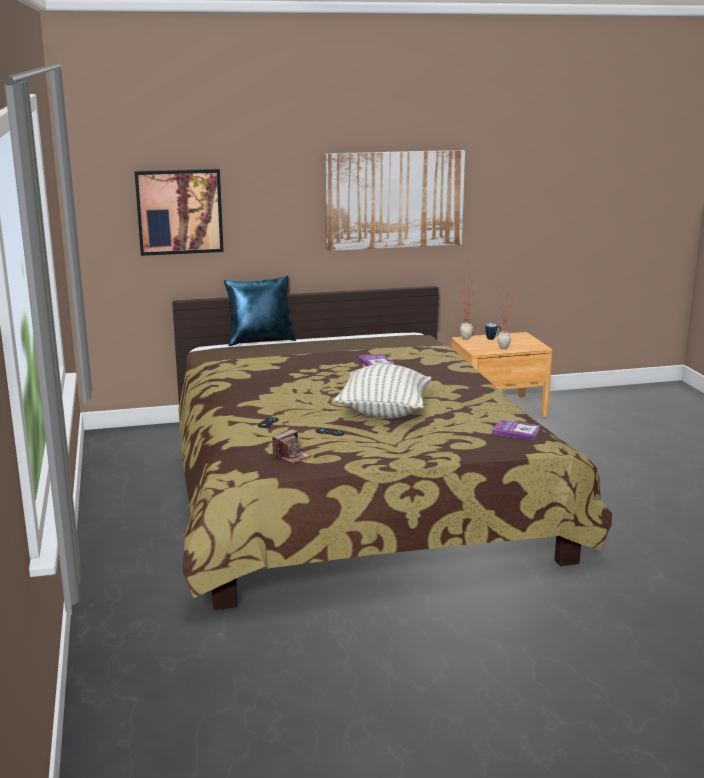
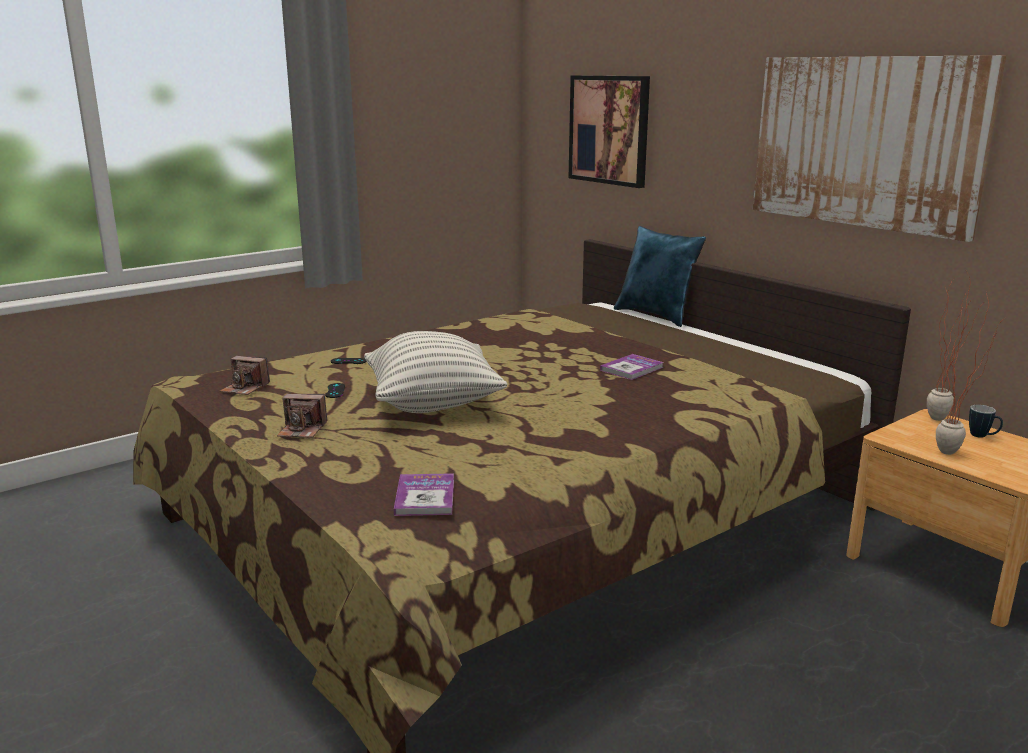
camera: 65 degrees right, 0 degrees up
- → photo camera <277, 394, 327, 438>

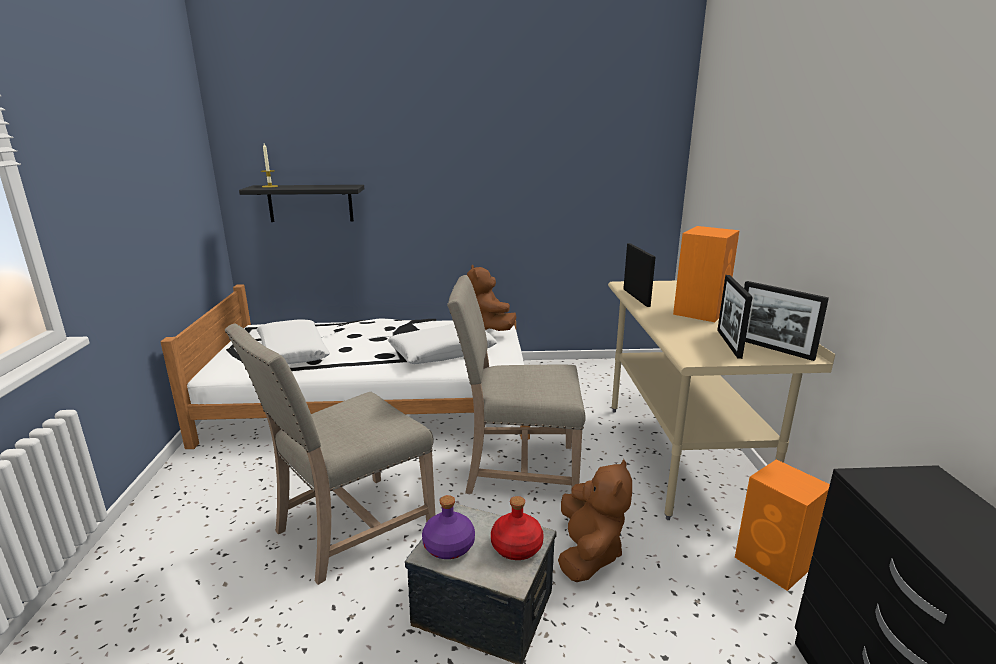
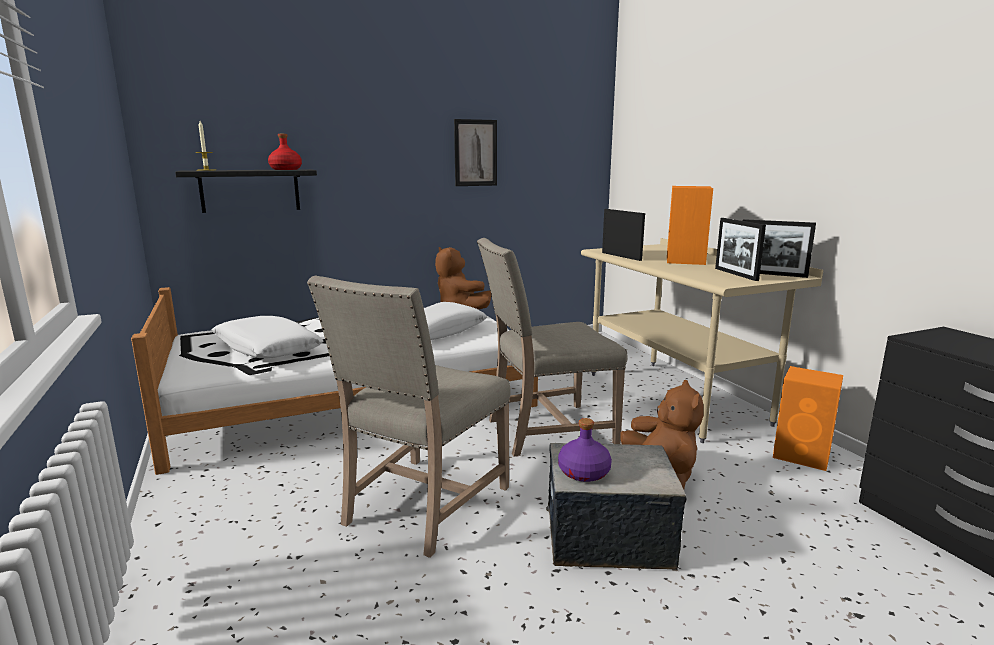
camera: 20 degrees left, 5 degrees down
- → picture <454, 119, 497, 186>
drink bottle (red-coloured) <491, 496, 544, 560> → drink bottle (red-coloured) <268, 134, 302, 170>, moved

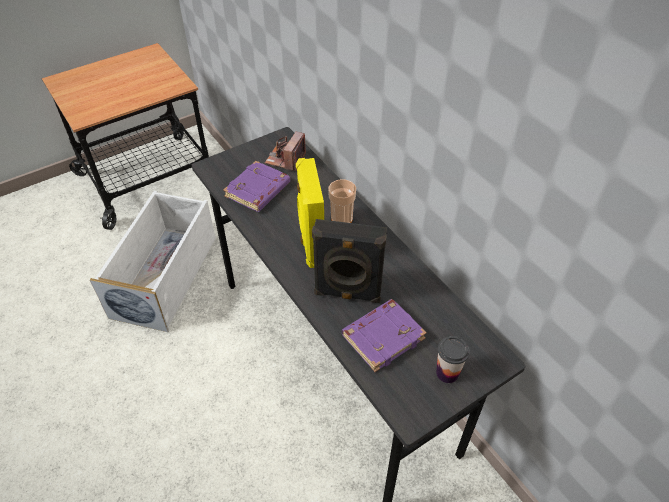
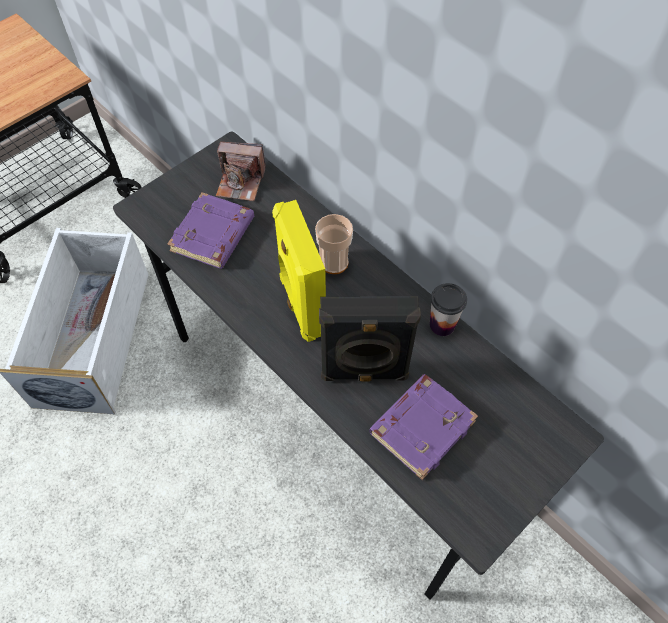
camera: 10 degrees left, 10 degrees up
drinking cup <436, 336, 470, 383> → drinking cup <430, 283, 467, 336>, moved
photo camera <265, 132, 306, 171> → photo camera <216, 142, 266, 201>, 90 degrees counterclockwise

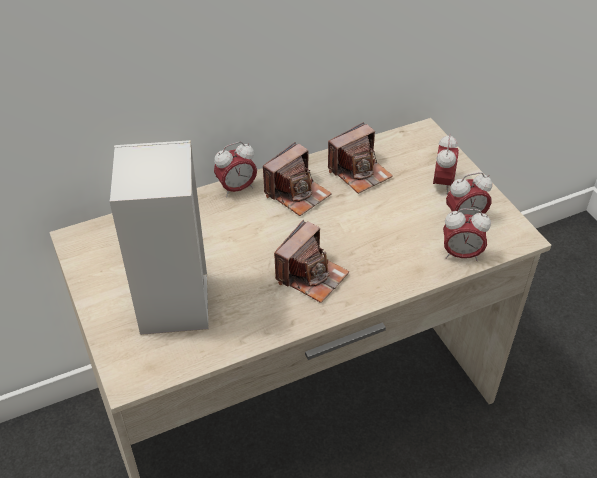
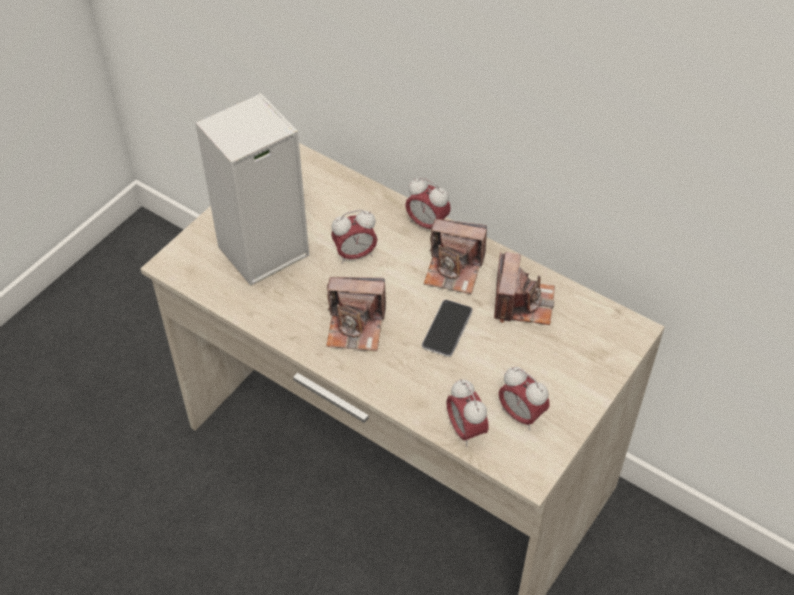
camera: 60 degrees right, 5 degrees up
- → handset <422, 300, 473, 357>
table clock <433, 134, 459, 194> → table clock <331, 210, 378, 264>, moved
photo camera <328, 122, 393, 194> → photo camera <494, 252, 555, 325>, 105 degrees counterclockwise

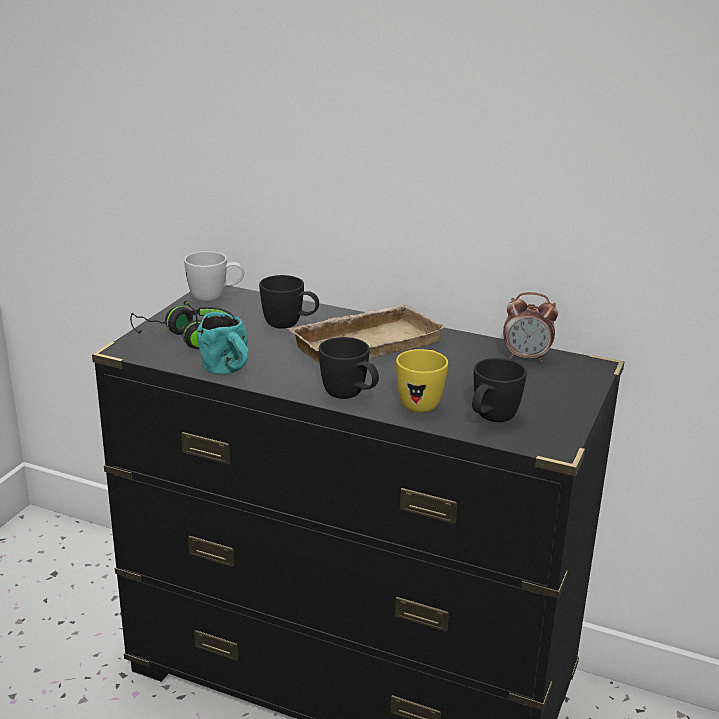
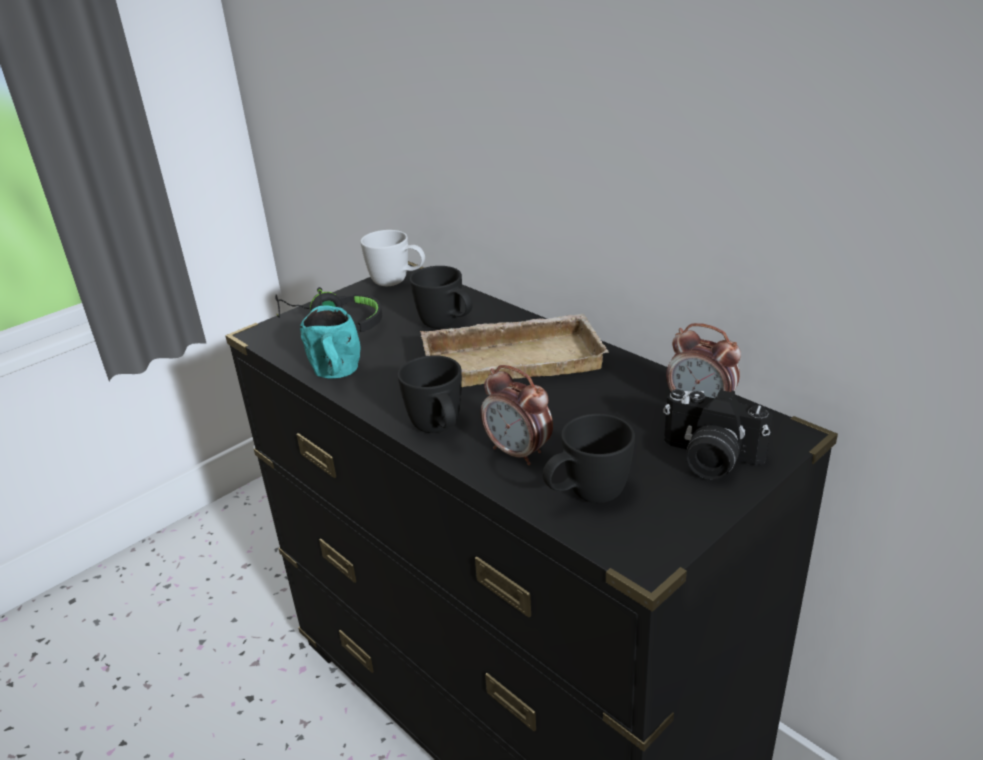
camera: 25 degrees right, 5 degrees up
- → photo camera <663, 388, 773, 480>
tea mug (yellowish) <396, 349, 448, 412> → table clock <481, 365, 553, 465>

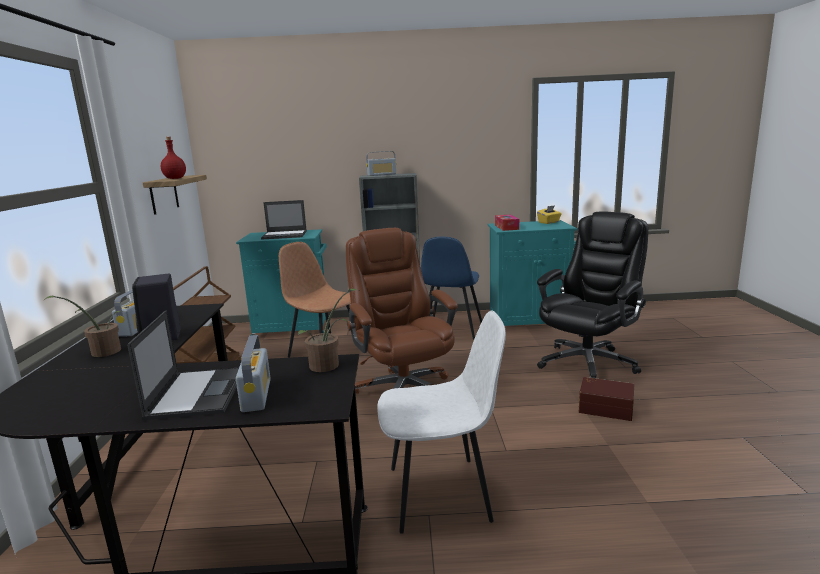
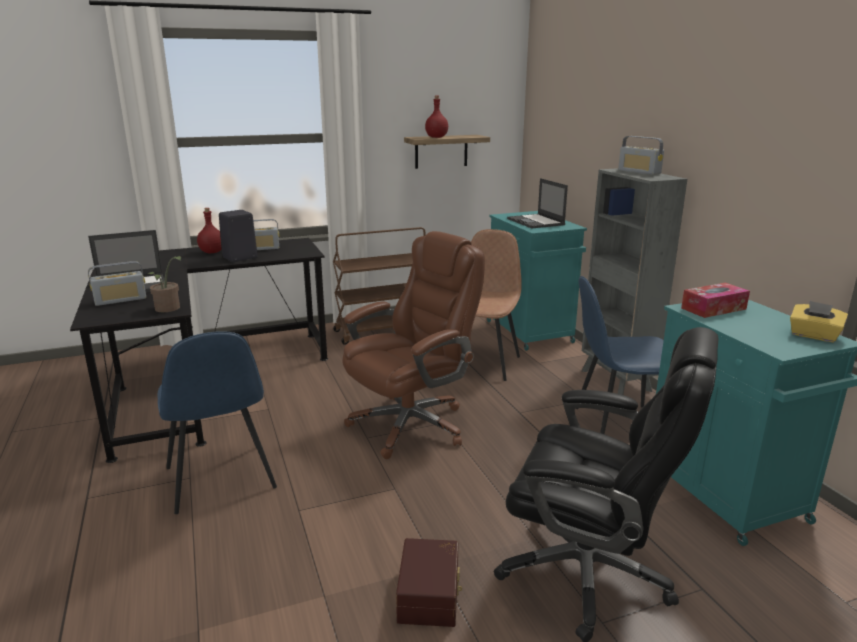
camera: 70 degrees right, 5 degrees up
plant in a pot <44, 296, 121, 357> → drink bottle (red-coloured) <197, 208, 222, 253>
upright chair (white) <377, 310, 506, 534> → upright chair (bluish) <157, 331, 277, 514>

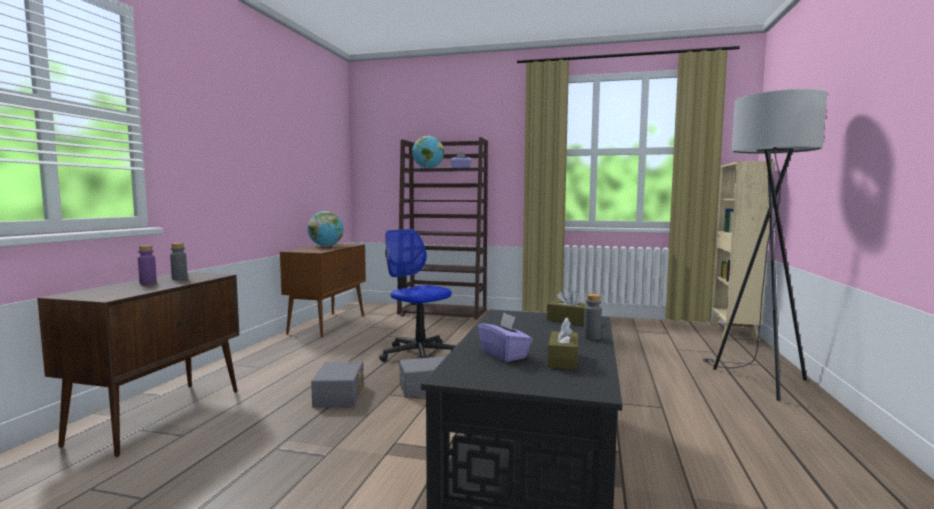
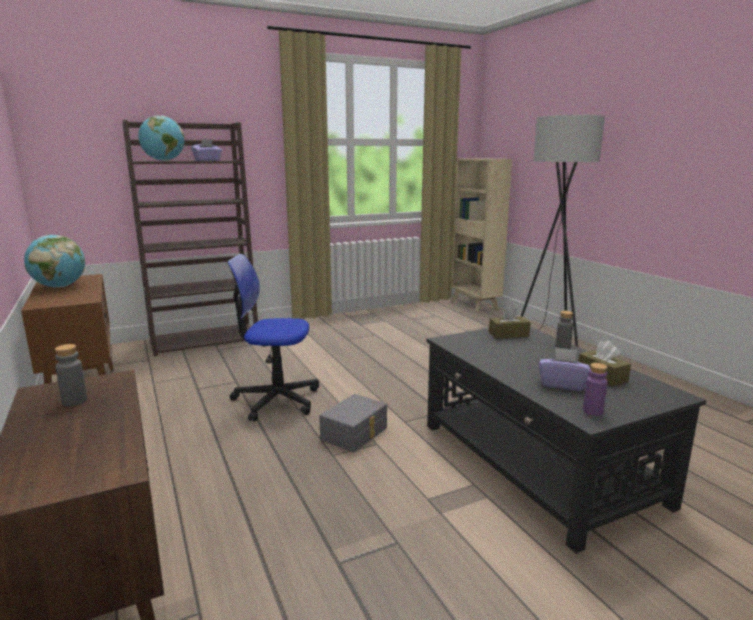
camera: 40 degrees left, 10 degrees up
storage bin (grey) <311, 361, 364, 407> → -
drink bottle (purple) <138, 245, 157, 284> → drink bottle (purple) <583, 363, 608, 416>, moved

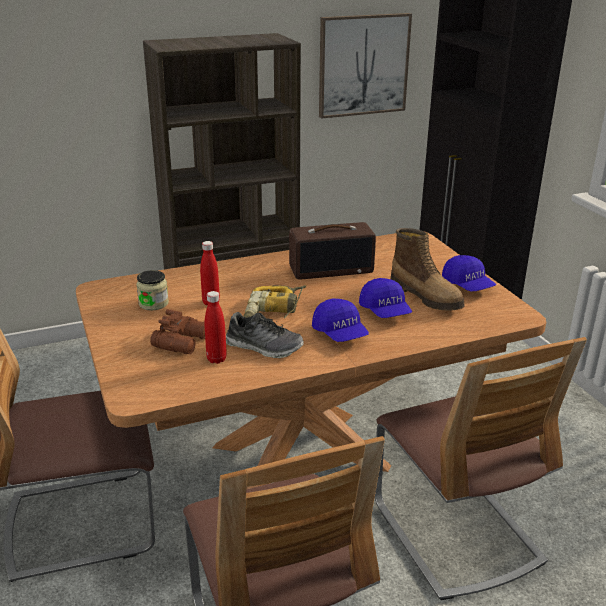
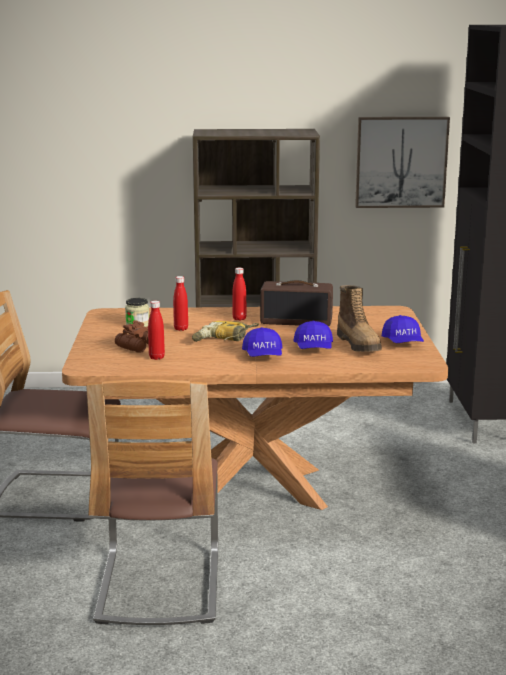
camera: 20 degrees right, 10 degrees down
item of footwear <226, 312, 304, 358> → -
upright chair <375, 337, 587, 600> → -
- → drink bottle (red-coloured) <232, 268, 246, 321>

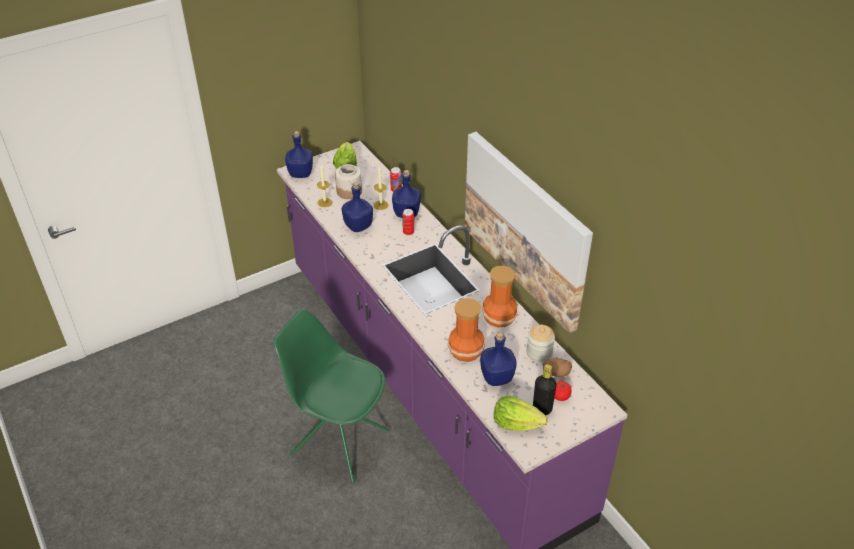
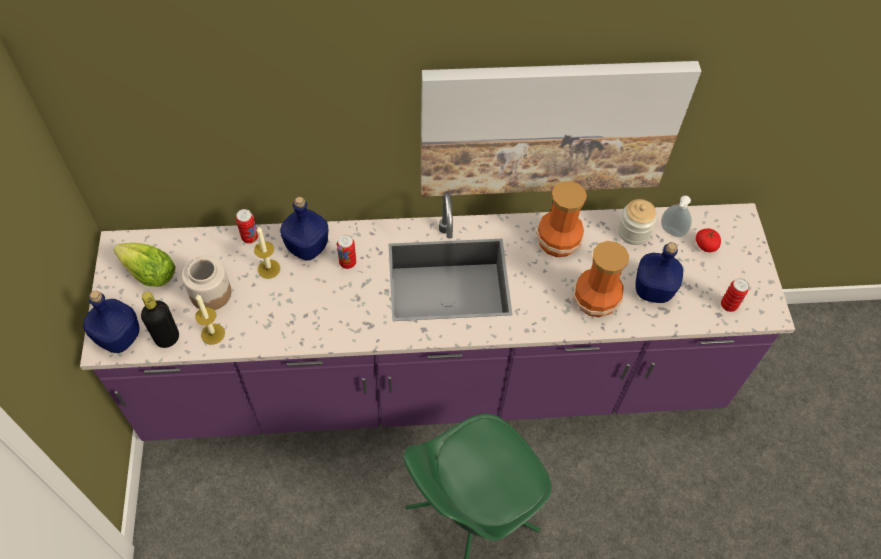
camera: 65 degrees left, 15 degrees up
drink bottle (bluish) <342, 182, 373, 232> → -
drink bottle (black) <533, 364, 557, 415> → drink bottle (black) <141, 292, 179, 348>, moved
lettuce <494, 395, 548, 431> → sealed can <721, 278, 749, 312>
whole potato <543, 358, 572, 377> → soap bottle <661, 196, 692, 237>

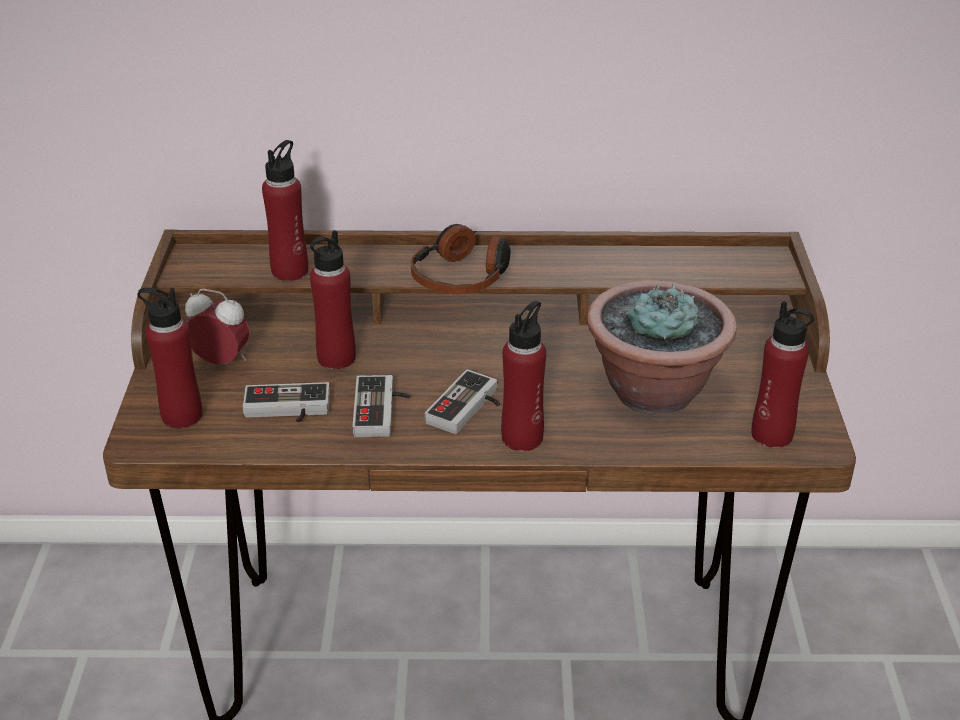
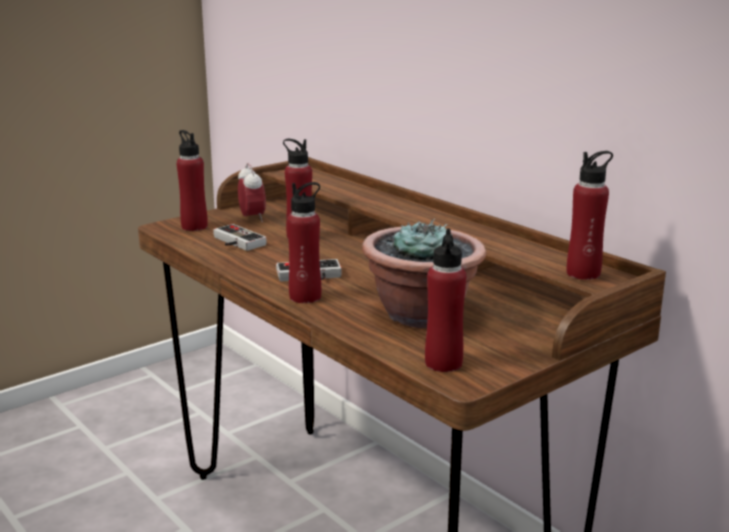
camera: 50 degrees right, 15 degrees down
joypad <352, 375, 410, 437> → -
headphones <411, 224, 510, 294> → -
drink bottle (red-coloured) <262, 140, 308, 281> → drink bottle (red-coloured) <567, 151, 613, 280>, moved

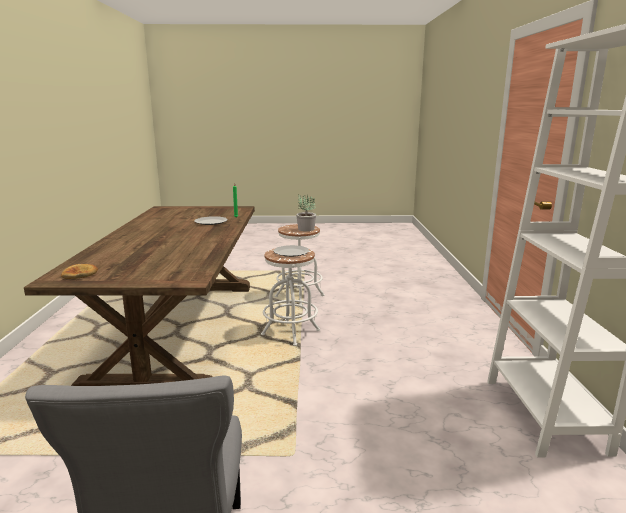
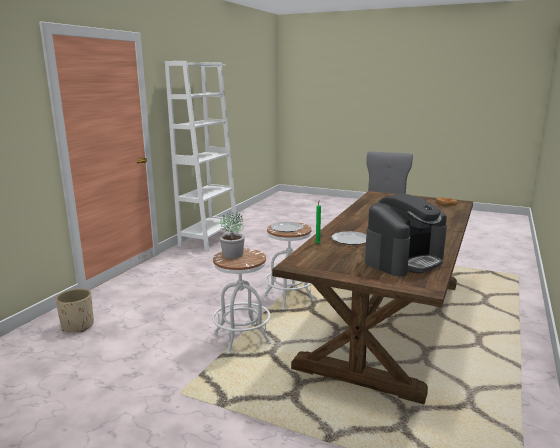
camera: 155 degrees left, 0 degrees up
- → flower pot (sand-coloured) <55, 289, 94, 332>
- → coffee machine <365, 193, 447, 276>

